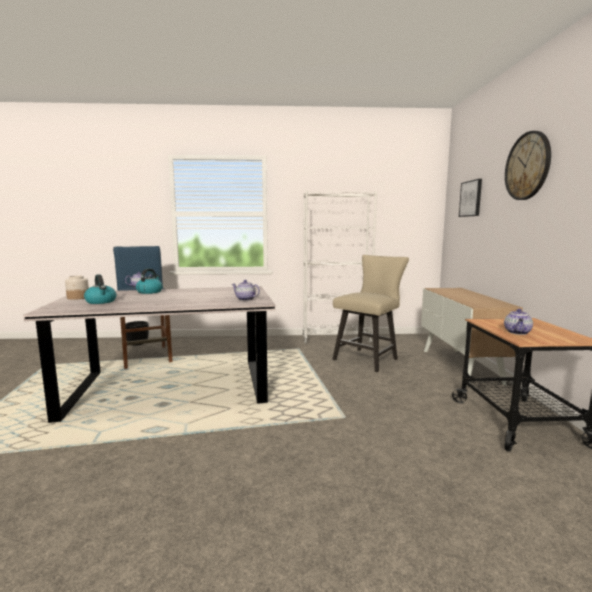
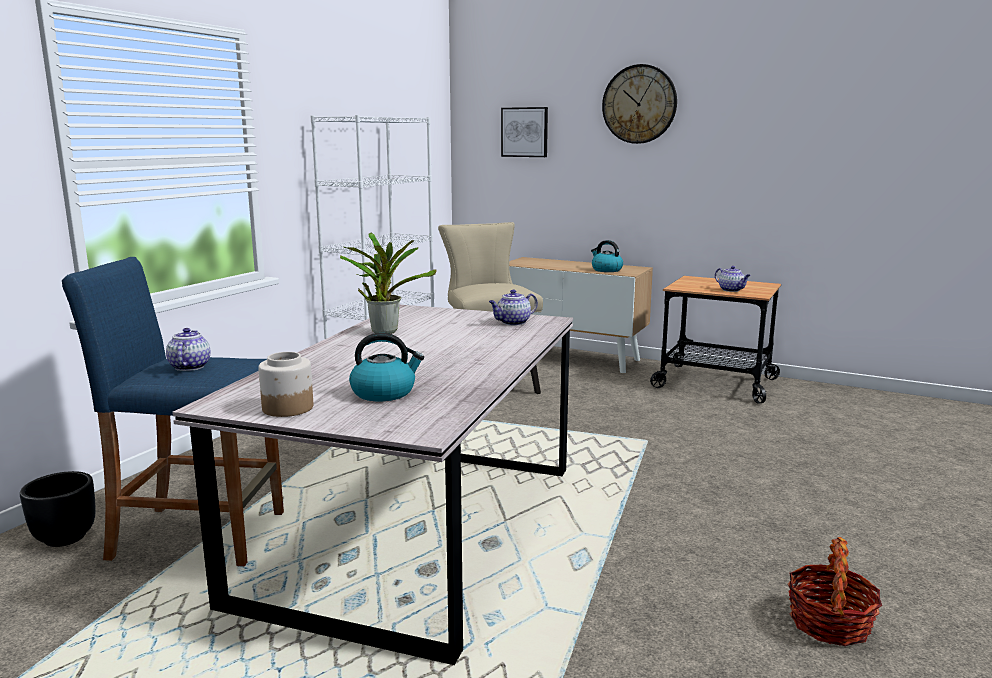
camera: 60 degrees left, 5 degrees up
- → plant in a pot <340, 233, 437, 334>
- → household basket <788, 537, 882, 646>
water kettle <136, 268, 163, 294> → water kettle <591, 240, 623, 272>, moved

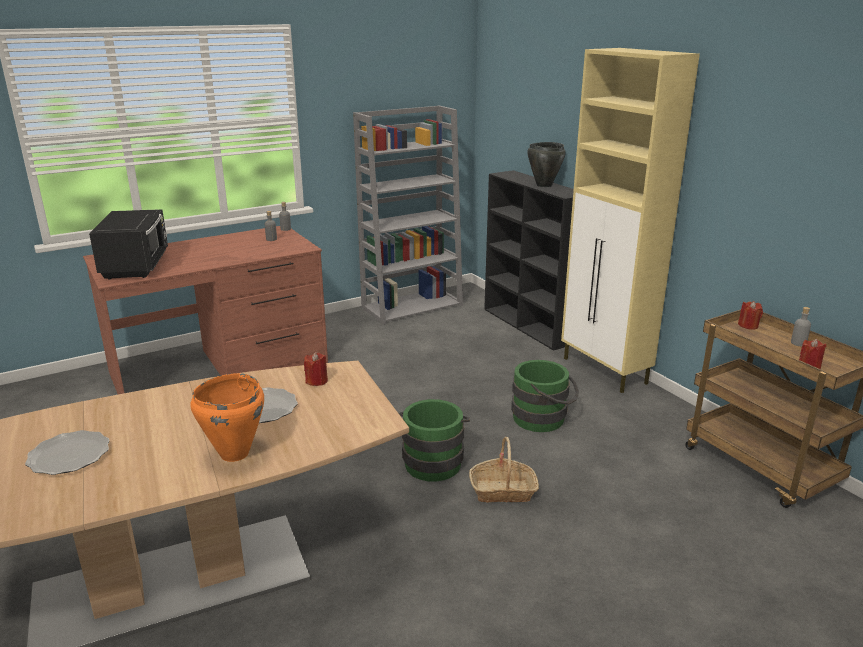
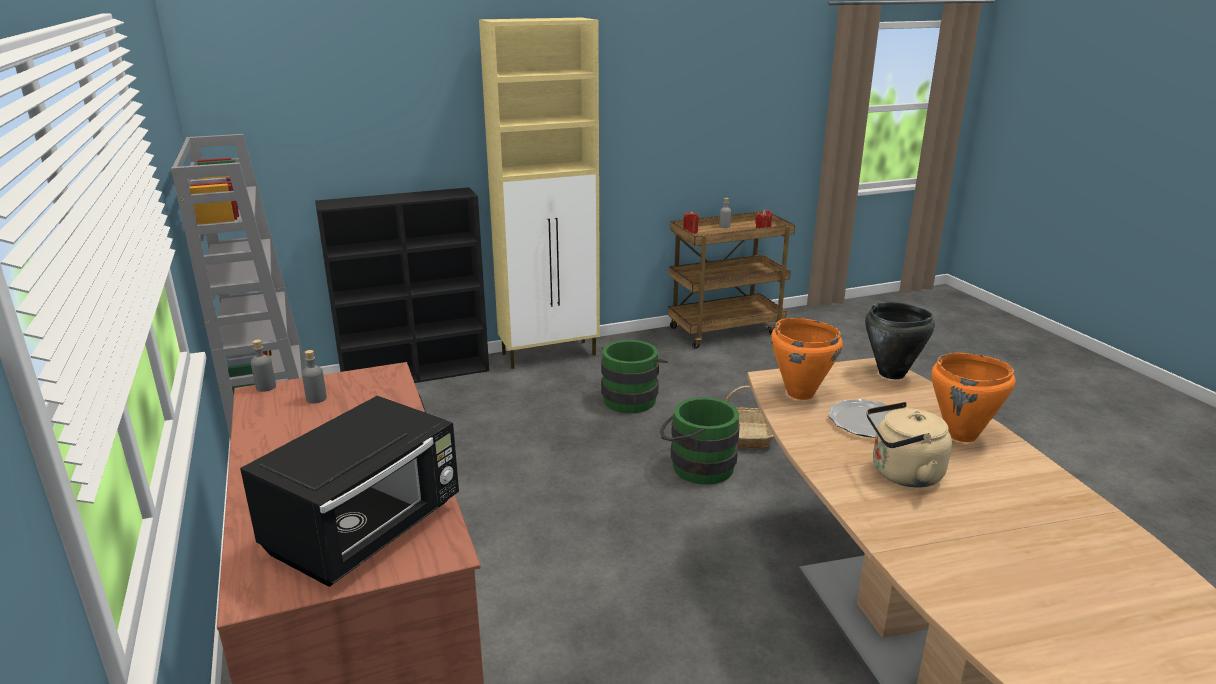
camera: 80 degrees left, 0 degrees up
flat dish <25, 430, 110, 475> → -
- → water kettle (sand-coloured) <867, 402, 952, 488>
saucepot (black) <527, 142, 566, 187> → saucepot (black) <865, 302, 935, 379>, moved
wax light (red-coloured) <304, 352, 328, 386> → saucepot (orangey) <771, 318, 843, 400>
kitchen microwave (black) <89, 210, 168, 279> → kitchen microwave (black) <240, 396, 459, 587>, 120 degrees clockwise

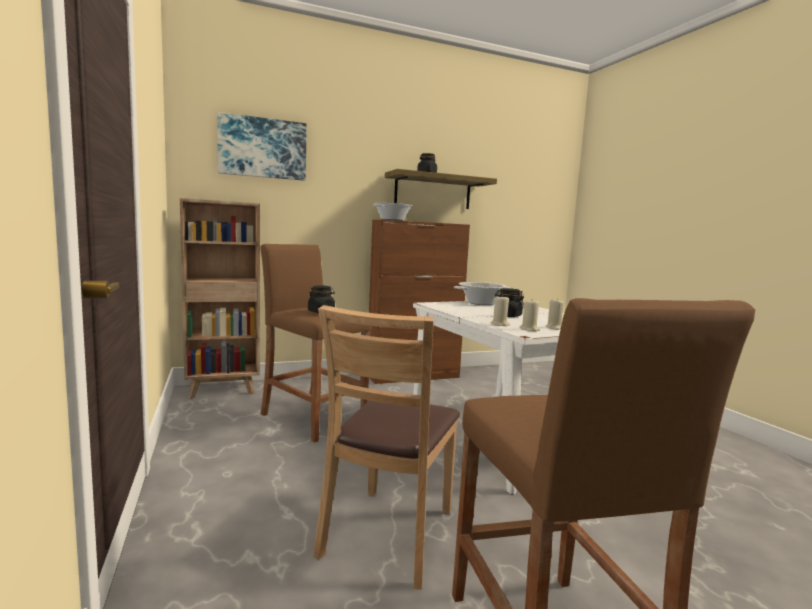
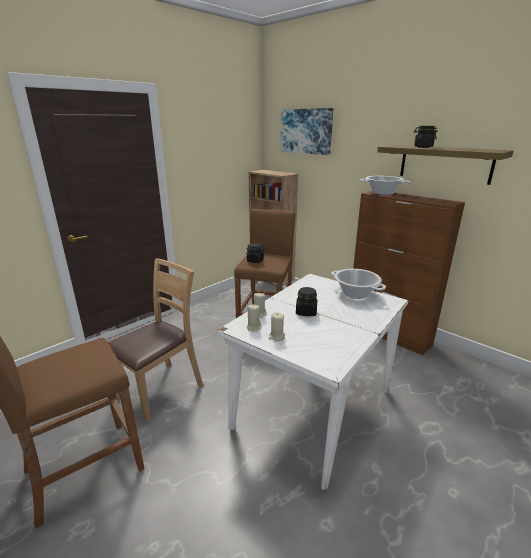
camera: 65 degrees right, 15 degrees up
upright chair (brown-coloured) <313, 305, 460, 590> → upright chair (brown-coloured) <107, 259, 203, 423>, 135 degrees clockwise

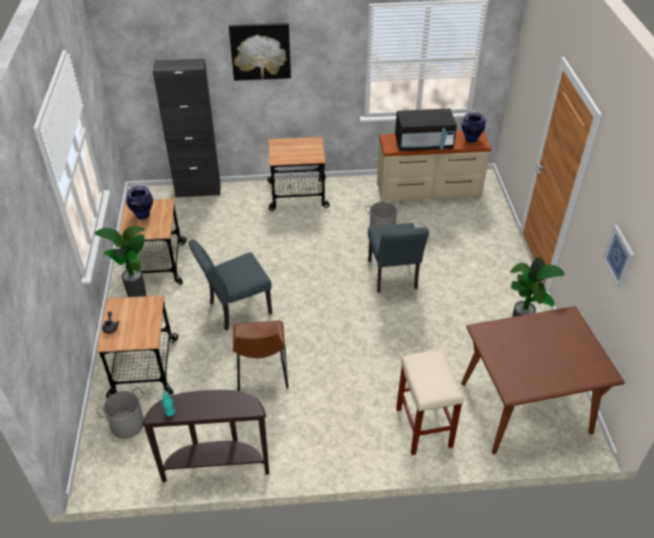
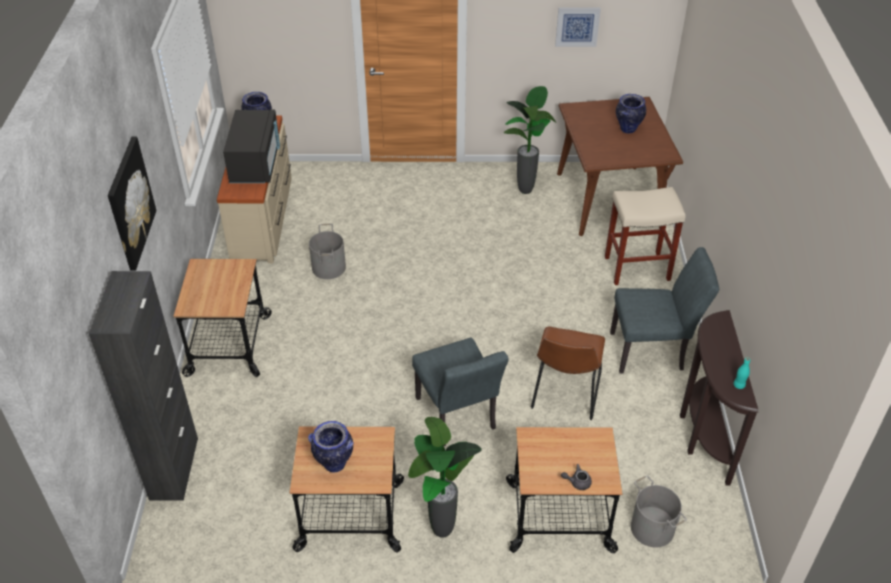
camera: 85 degrees left, 0 degrees up
- → decorative vase <616, 94, 646, 134>
upright chair (grey) <368, 223, 429, 293> → upright chair (grey) <610, 247, 719, 374>, moved
upright chair (brown-coloured) <233, 321, 289, 391> → upright chair (brown-coloured) <531, 327, 605, 420>, 105 degrees clockwise

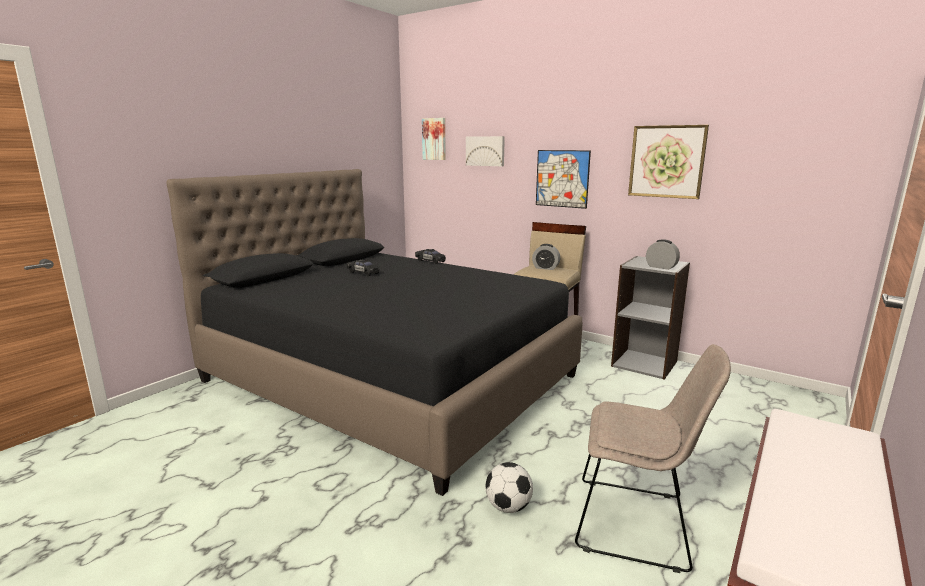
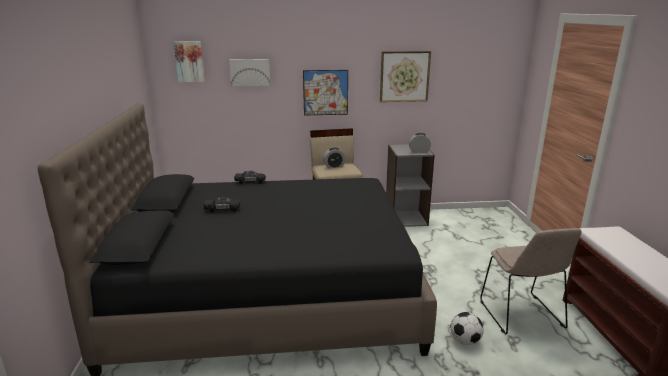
camera: 40 degrees left, 5 degrees up
upright chair (sand-coloured) <575, 344, 731, 573> → upright chair (sand-coloured) <480, 228, 582, 334>, 105 degrees clockwise

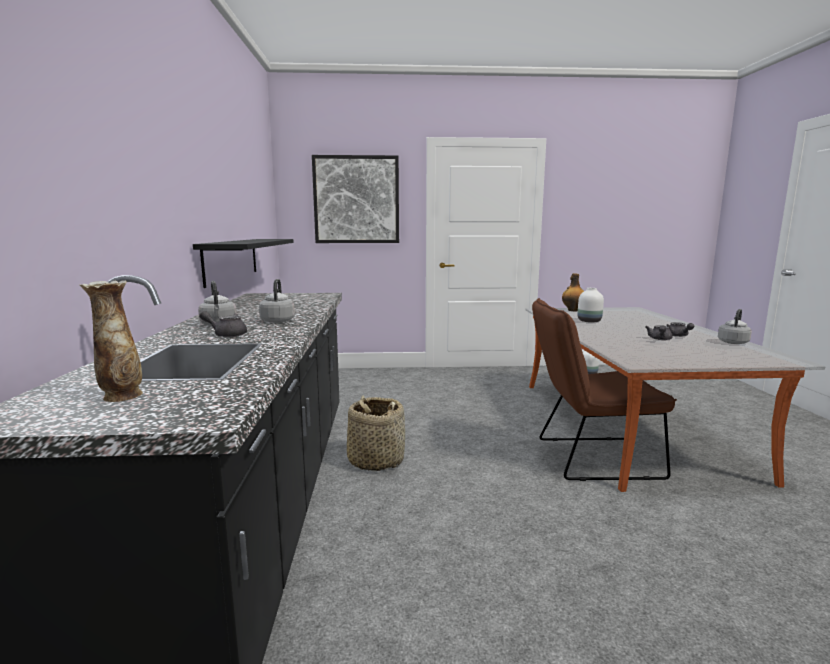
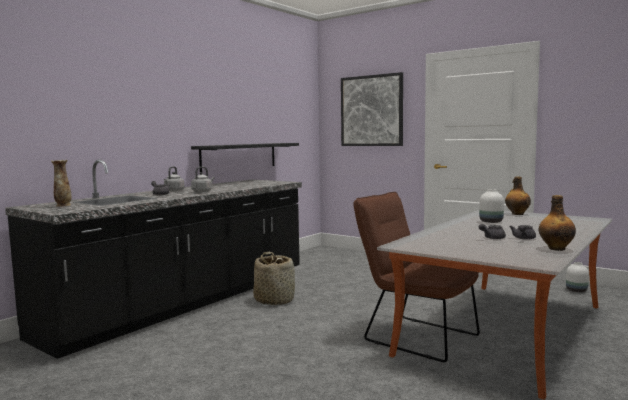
camera: 40 degrees right, 5 degrees down
water kettle (grey) <718, 309, 752, 344> → drink bottle <539, 195, 576, 251>

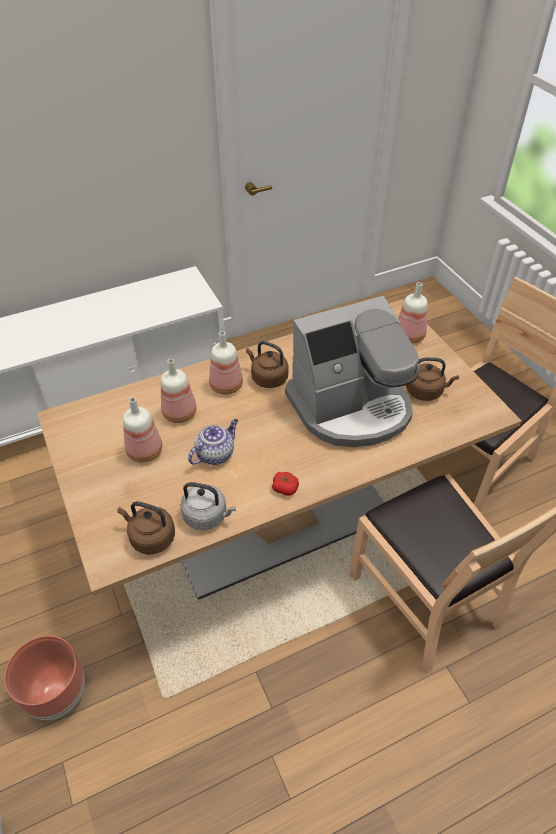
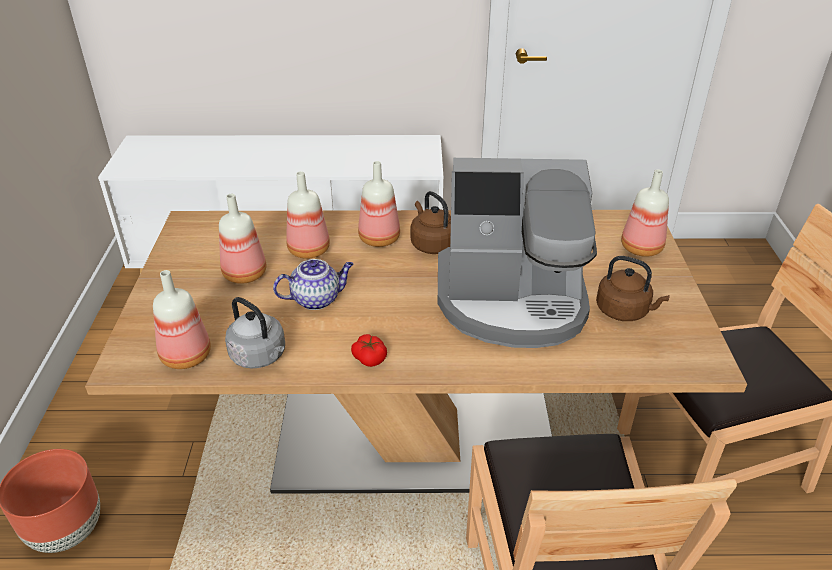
camera: 25 degrees right, 10 degrees down
water kettle (brown-coloured) <118, 501, 175, 555> → drink bottle <153, 270, 211, 369>

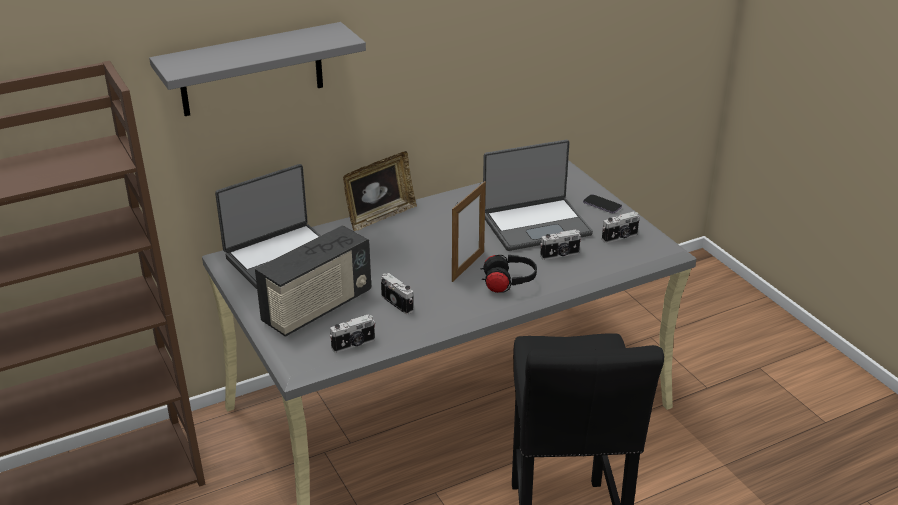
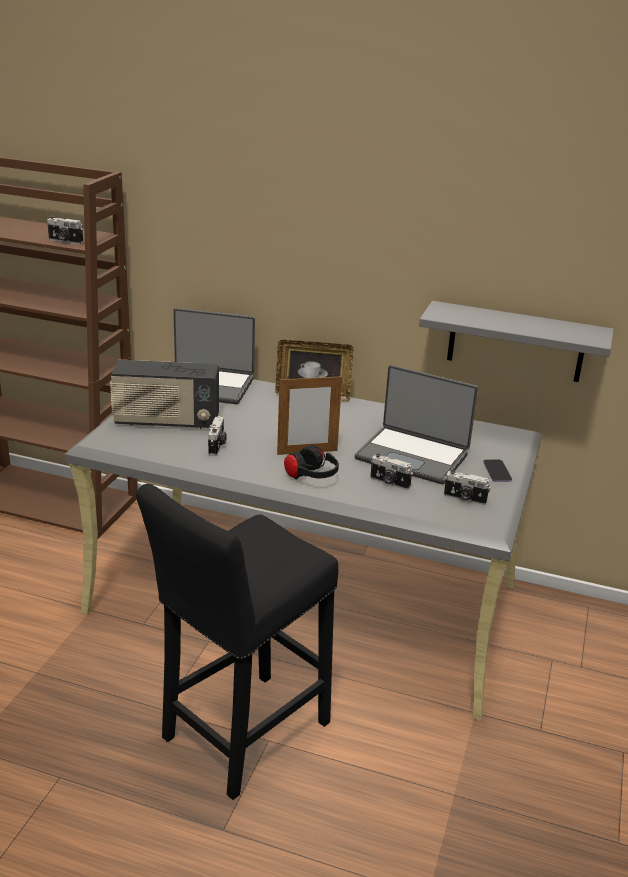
camera: 45 degrees right, 5 degrees down
wall shelf (grey) <149, 22, 366, 116> → wall shelf (grey) <419, 301, 614, 382>, moved
photo camera <330, 314, 375, 353> → photo camera <47, 216, 83, 244>, moved

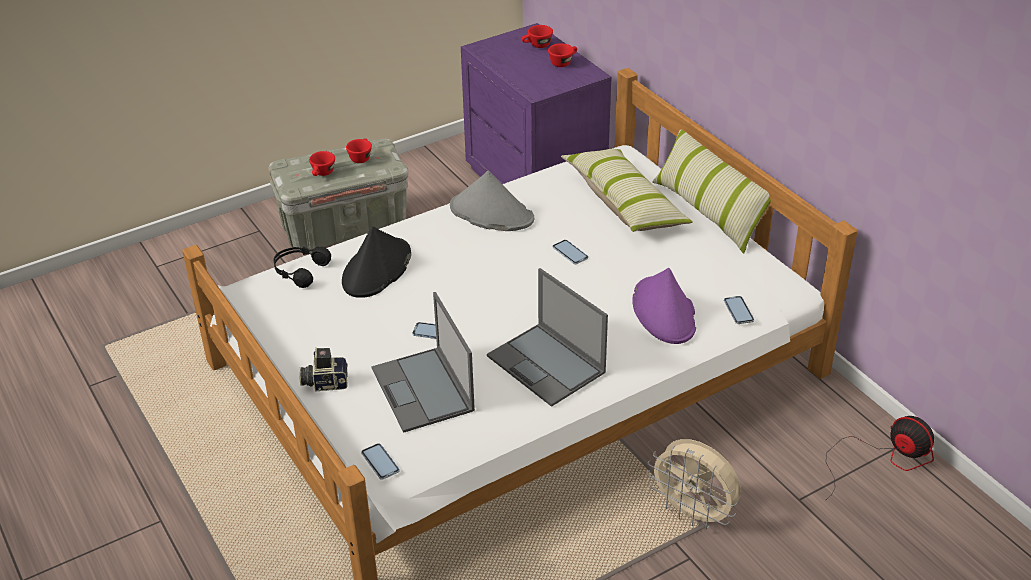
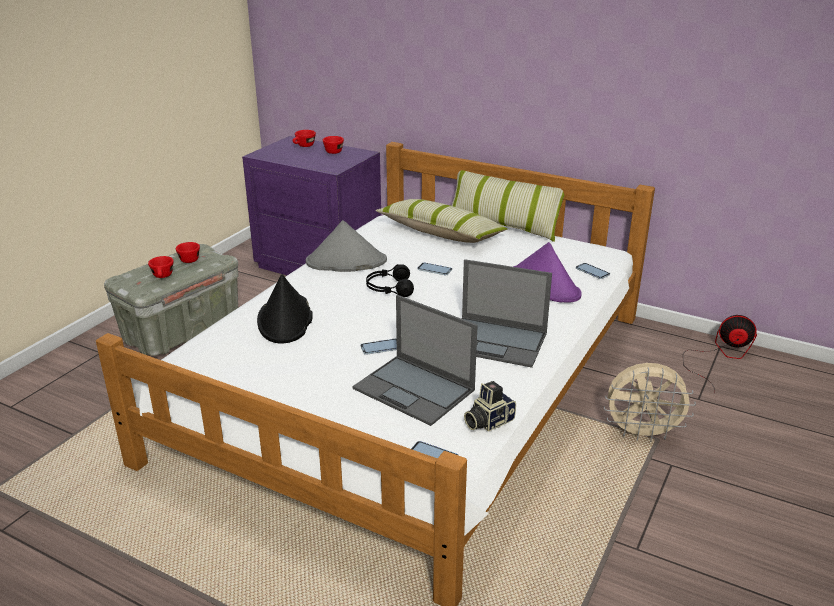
camera: 30 degrees left, 10 degrees down
headphones (black) <274, 246, 331, 288> → headphones (black) <366, 264, 414, 297>, moved
photo camera <299, 347, 348, 391> → photo camera <464, 381, 516, 432>, moved

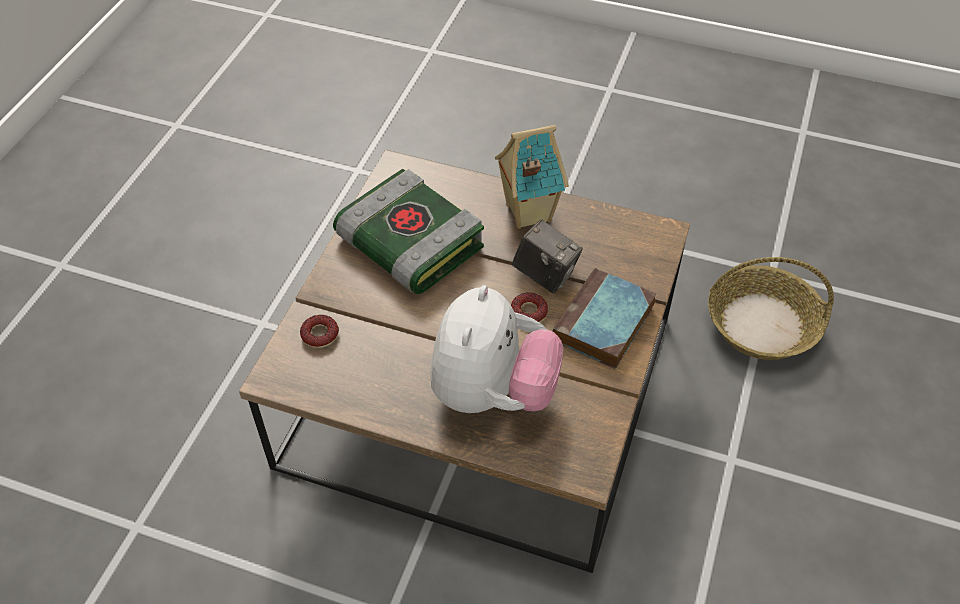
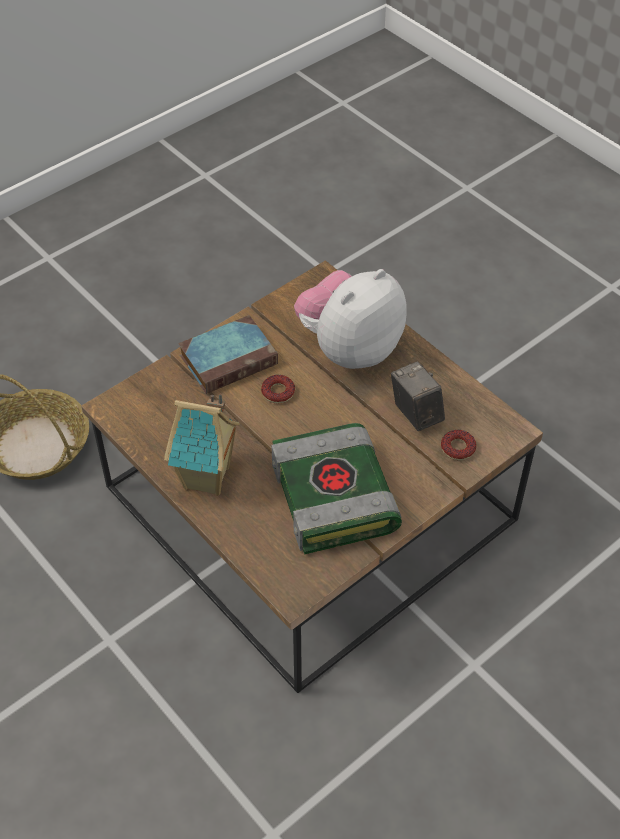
camera: 150 degrees left, 0 degrees up
photo camera <512, 220, 583, 294> → photo camera <391, 362, 445, 431>, moved

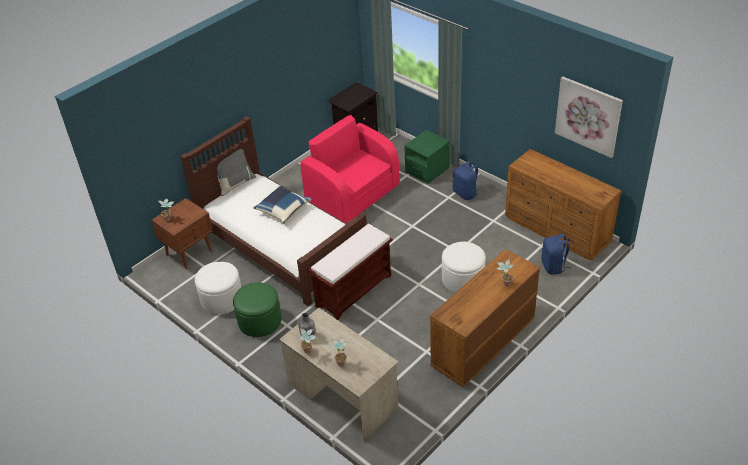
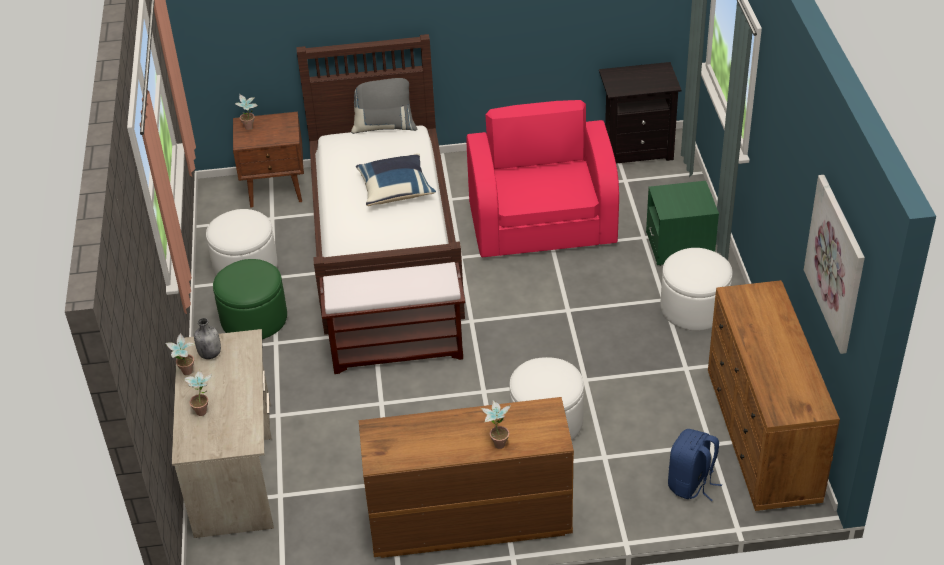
camera: 40 degrees right, 0 degrees up
backpack (bluish) <453, 161, 480, 200> → pouffe (white) <661, 248, 733, 331>

